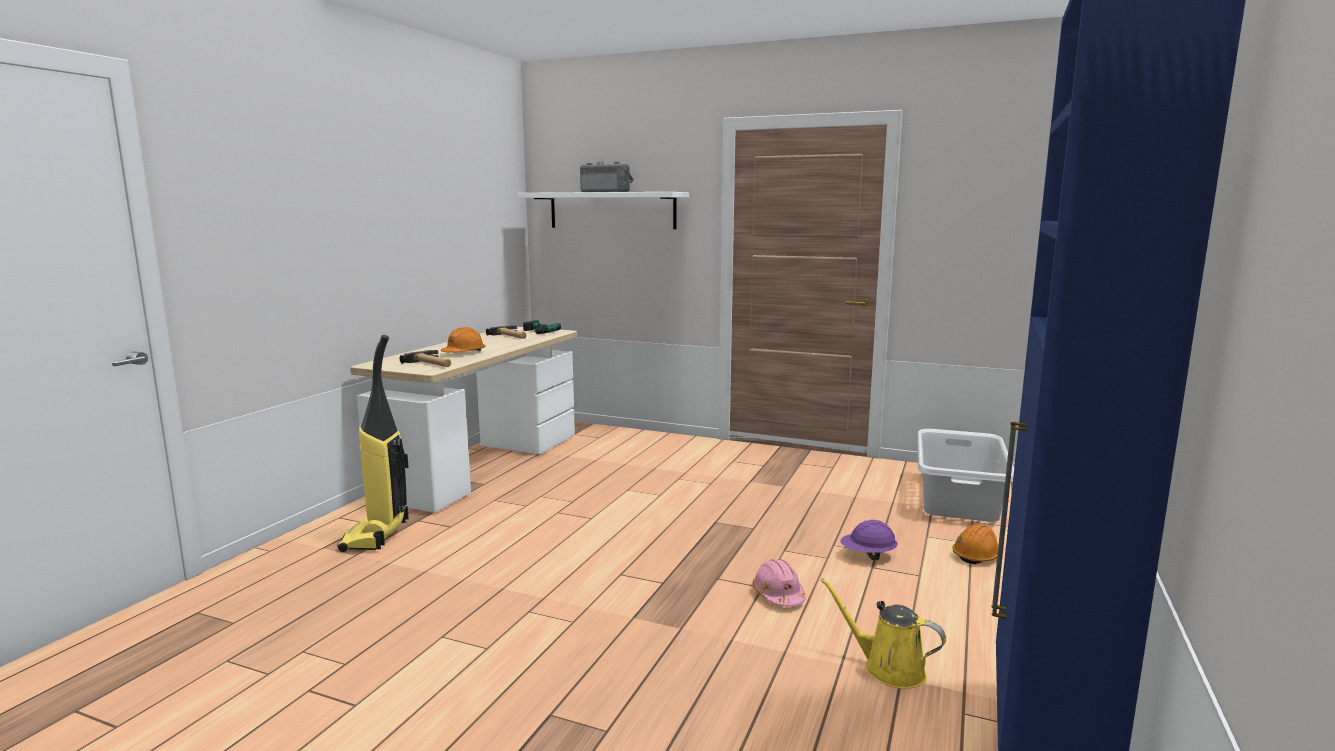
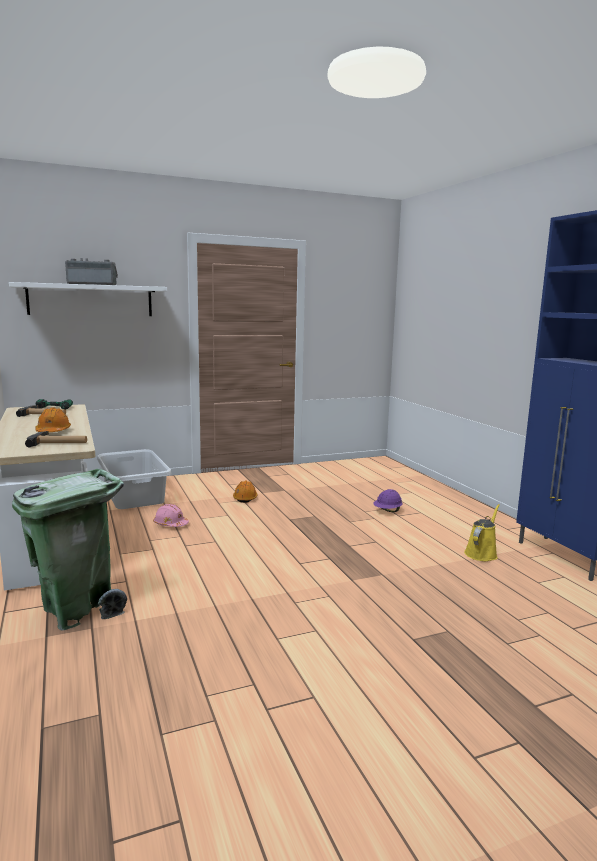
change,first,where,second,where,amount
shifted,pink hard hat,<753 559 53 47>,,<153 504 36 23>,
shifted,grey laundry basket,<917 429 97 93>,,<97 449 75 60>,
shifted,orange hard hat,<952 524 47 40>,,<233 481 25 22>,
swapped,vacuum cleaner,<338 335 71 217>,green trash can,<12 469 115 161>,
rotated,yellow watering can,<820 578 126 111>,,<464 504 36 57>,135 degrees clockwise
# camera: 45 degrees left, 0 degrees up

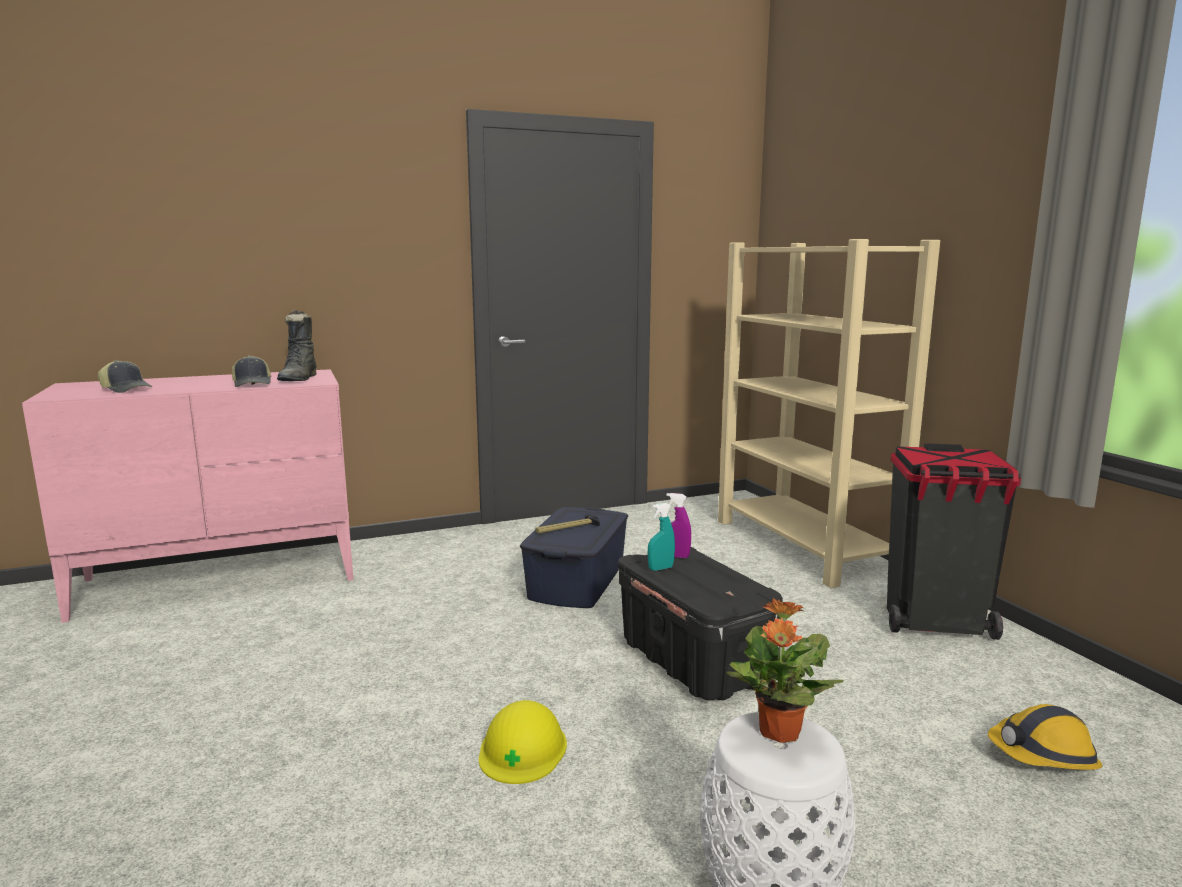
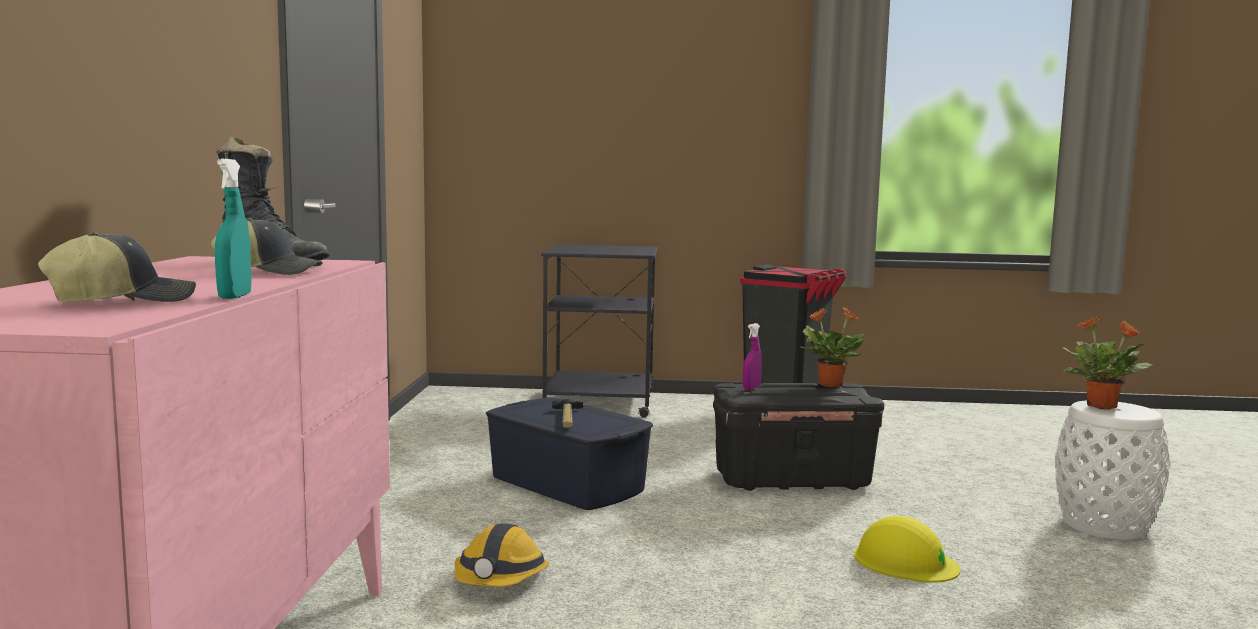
change,first,where,second,where,amount
new,,,potted plant,<801 307 66 80>,
shifted,turquoise spray bottle,<648 503 27 68>,,<215 159 37 140>,
shifted,hard hat,<988 704 115 66>,,<454 523 95 64>,
swapped,beige bookcase,<718 239 222 349>,black cart,<541 244 116 174>,
# camera: 65 degrees left, 5 degrees down

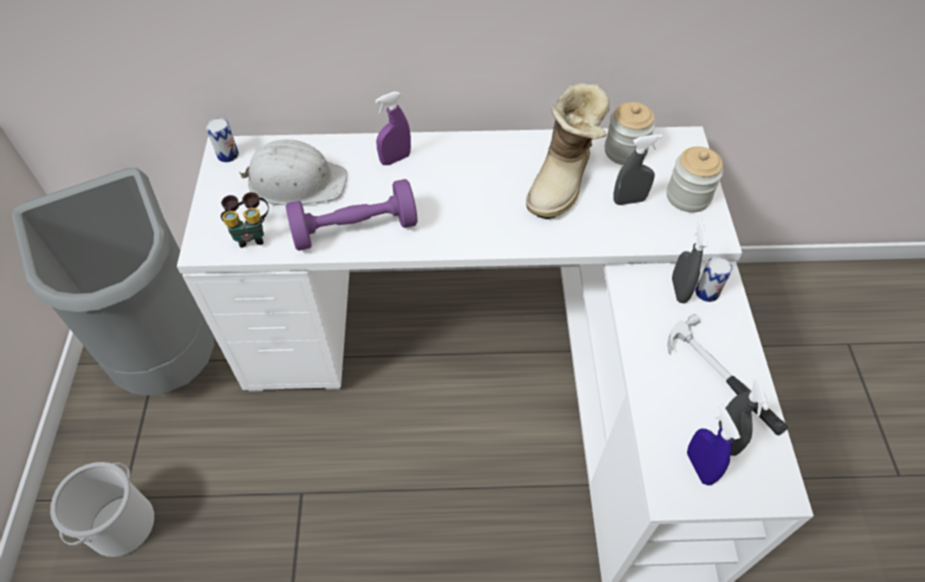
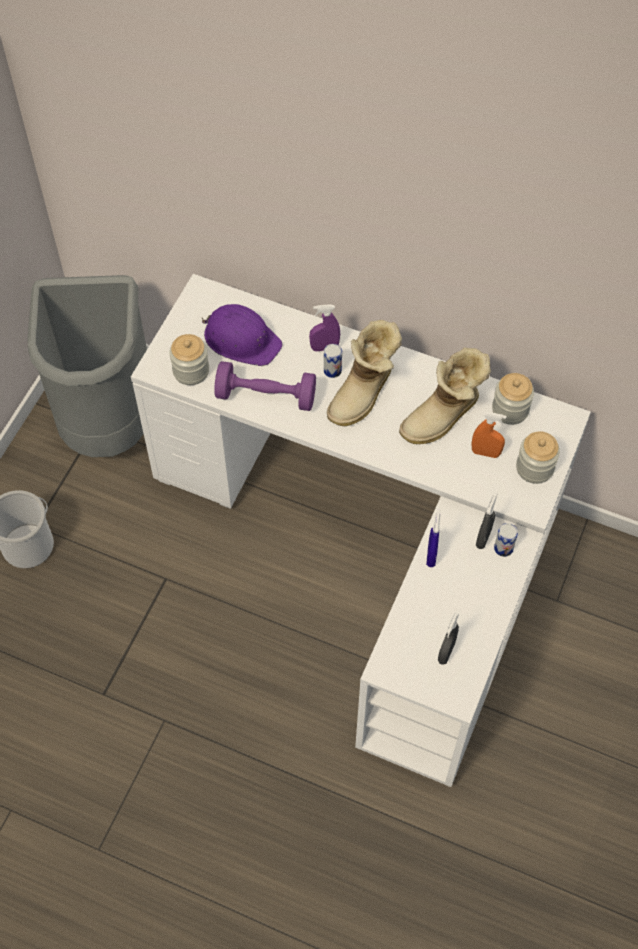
change,first,where,second,where,amount
gone,hammer,<668 314 120 121>,,,
new,,,boot,<327 320 75 106>,
shifted,can,<206 118 33 44>,,<324 344 18 34>,
shifted,blue spray bottle,<687 405 53 80>,,<426 509 14 58>,
swapped,binoculars,<221 192 48 56>,jar,<169 334 40 51>,
repainted,white hard hat,<239 140 109 65>,purple hard hat,<202 304 81 62>,
repainted,grey spray bottle,<613 134 49 71>,orange spray bottle,<471 412 36 46>,
# camera: 25 degrees right, 5 degrees up

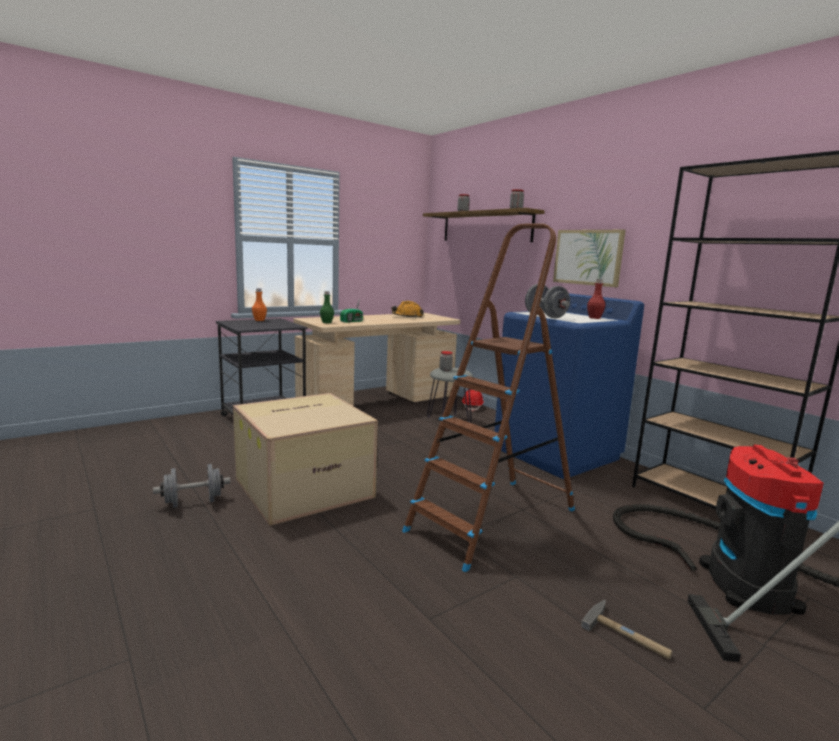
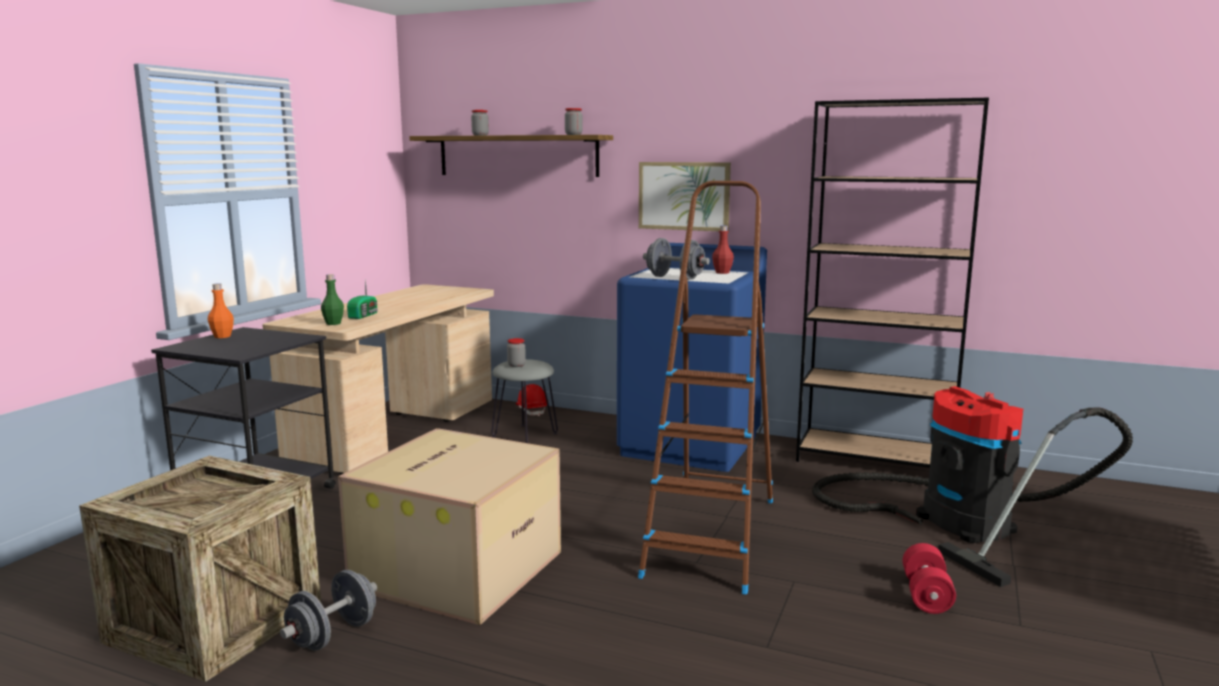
change,first,where,second,where,amount
gone,orange hard hat,<391 301 33 17>,,,
new,,,crate,<79 455 242 227>,
swapped,hammer,<581 600 91 59>,red dumbbell,<903 543 53 71>,
# camera: 30 degrees left, 0 degrees up

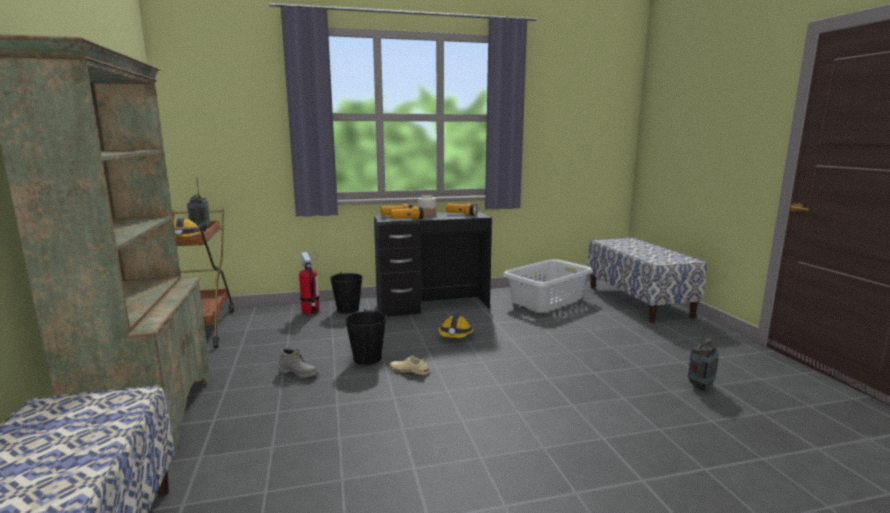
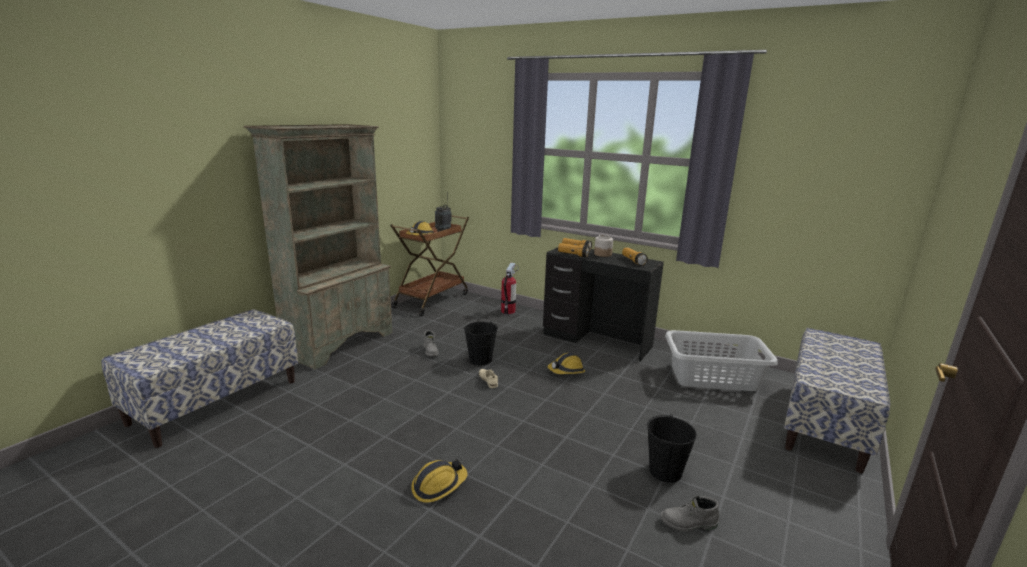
change,first,where,second,where,amount
new,,,hard hat,<411 459 56 44>,
shifted,black bucket,<330 272 33 41>,,<647 414 50 69>,
swapped,radio,<688 327 31 63>,grey boot,<660 496 59 35>,
# camera: 45 degrees right, 5 degrees up

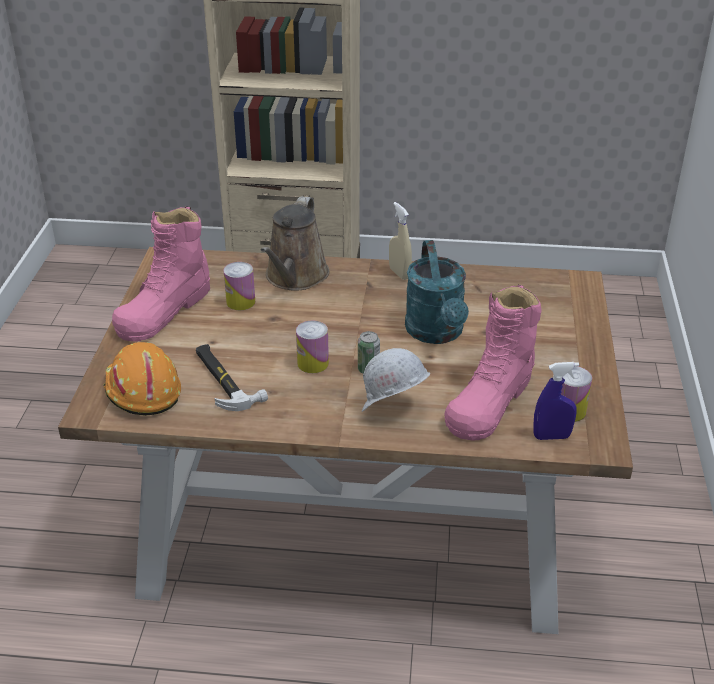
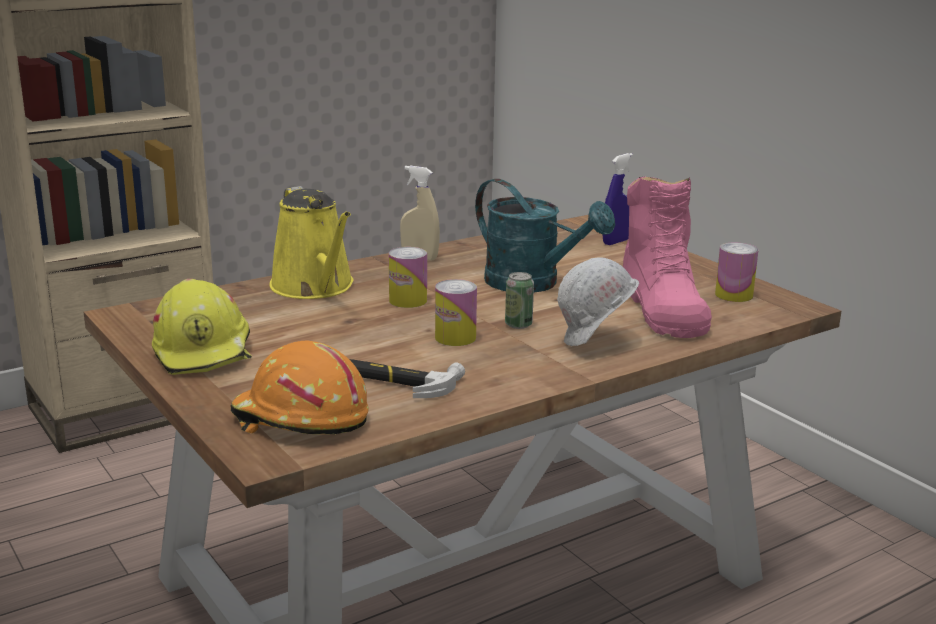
change,first,where,second,where,amount
shifted,can,<223 262 32 48>,,<389 247 38 61>,
shifted,blue spray bottle,<533 362 46 78>,,<602 153 31 92>,
swapped,pink boot,<112 206 98 136>,yellow hard hat,<152 279 100 96>,
repainted,brown watering can,<261 196 68 95>,yellow watering can,<270 186 83 113>,
# camera: 40 degrees left, 15 degrees down

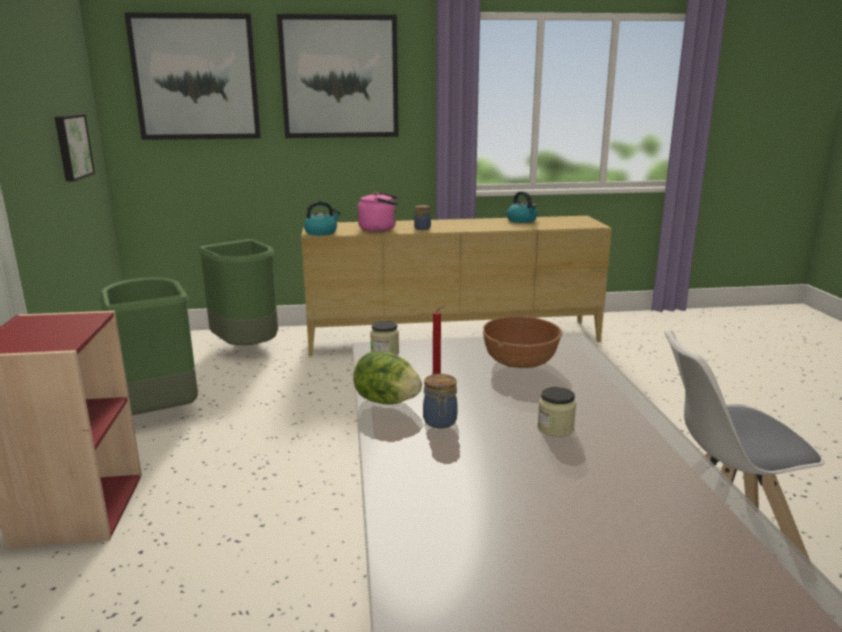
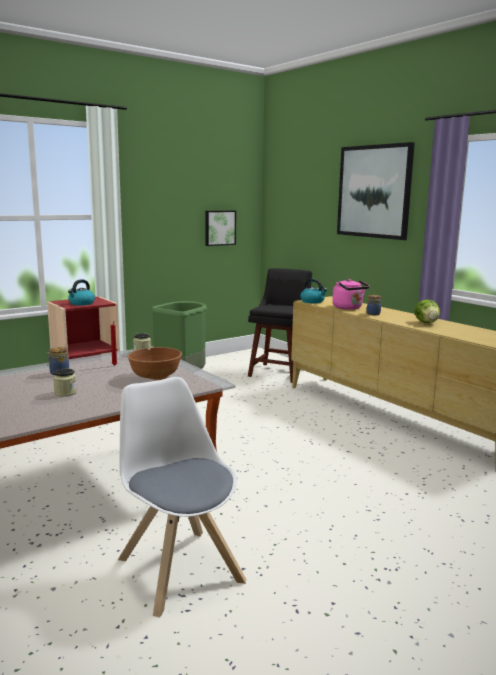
change,first,where,second,where,amount
gone,picture,<124 12 137 128>,,,
shifted,lettuce,<353 352 69 53>,,<414 299 26 24>,
shifted,kettle,<507 191 30 32>,,<68 279 27 26>,
swapped,green trash can,<198 239 80 106>,black stool,<248 268 64 115>,
# camera: 60 degrees right, 5 degrees down

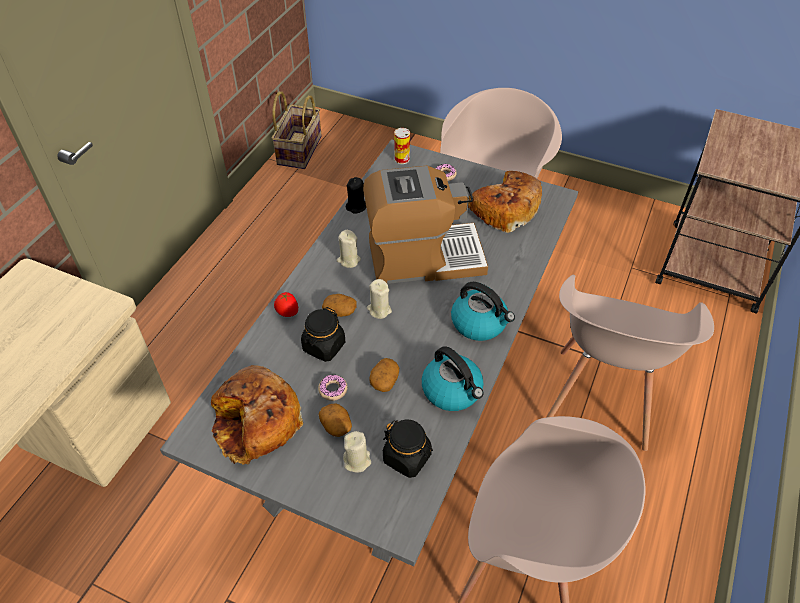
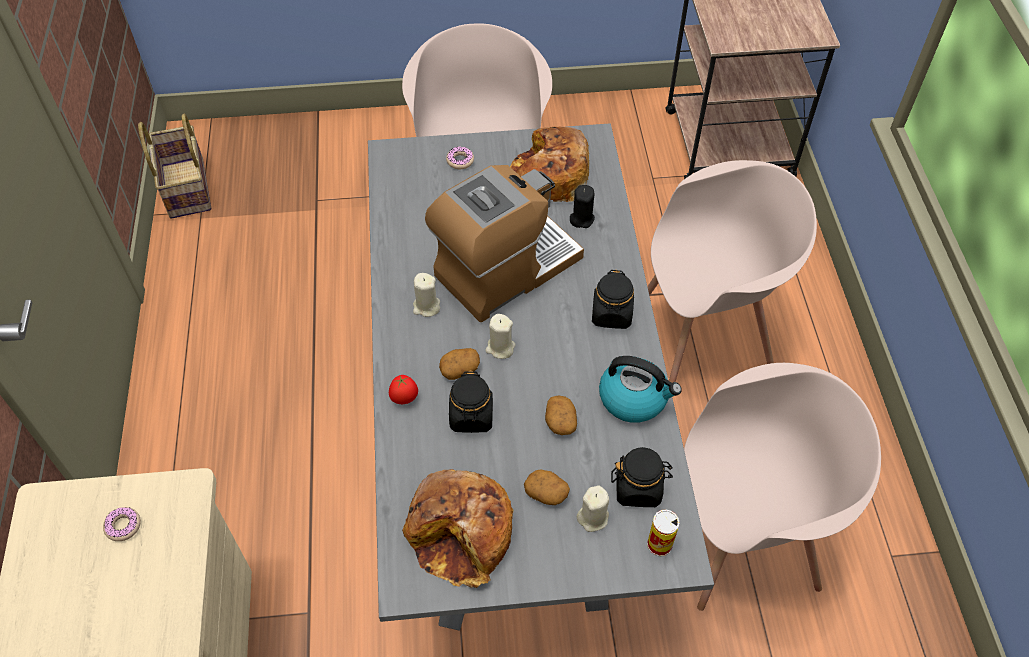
change,first,where,second,where,amount
shifted,donut,<318 375 30 26>,,<103 507 38 34>,
shifted,black candle,<346 177 20 37>,,<570 185 25 43>,
shifted,can,<395 128 15 36>,,<647 509 33 48>,
swapped,kettle,<451 282 64 59>,black jar,<592 270 42 59>,
rotated,beige chair,<546 275 168 176>,,<647 160 170 223>,90 degrees counterclockwise
# camera: 30 degrees left, 5 degrees up

